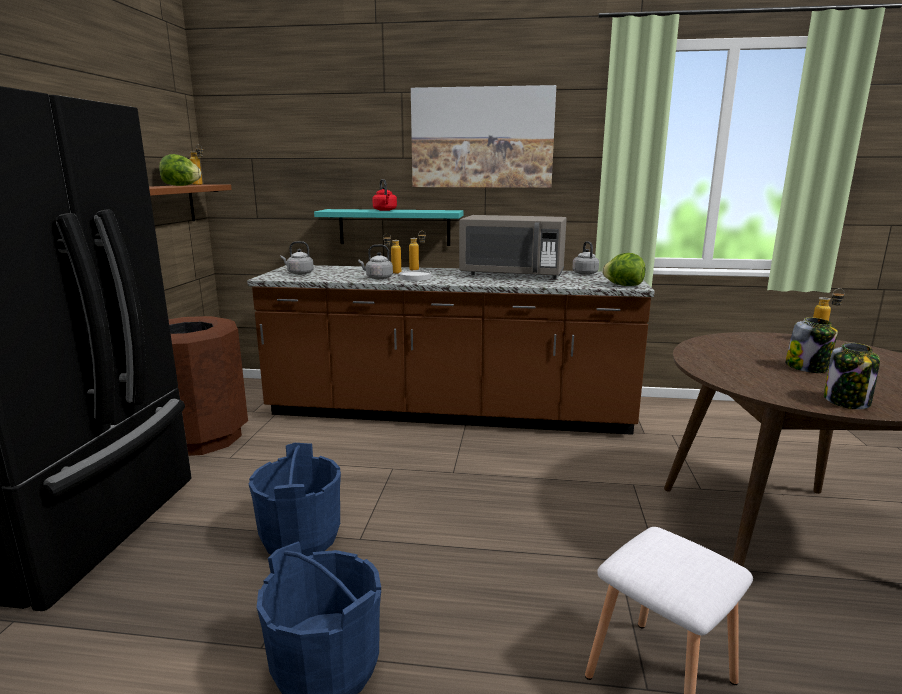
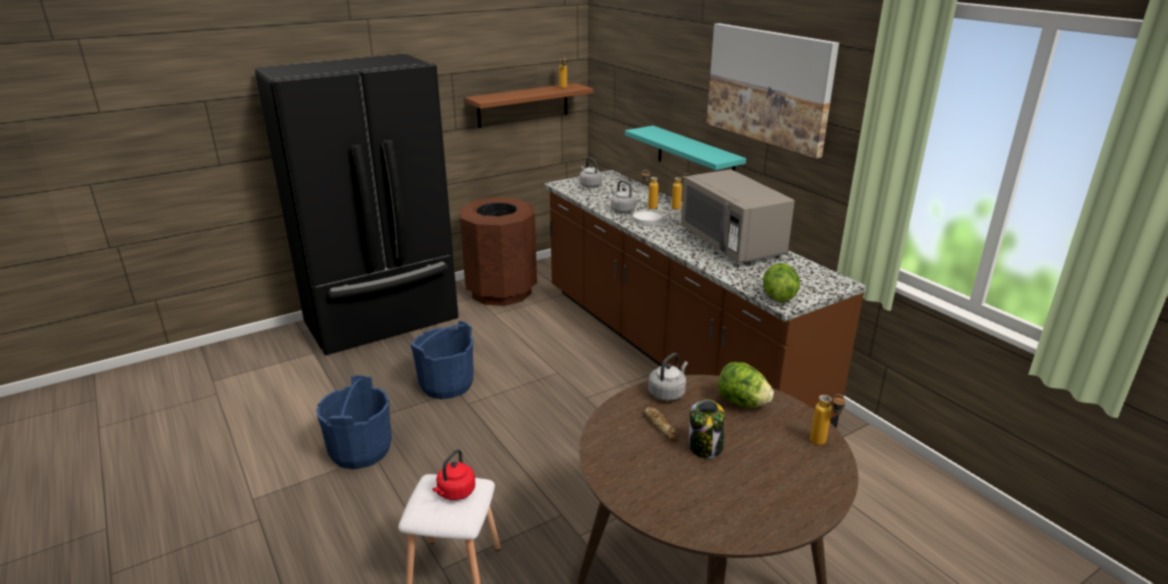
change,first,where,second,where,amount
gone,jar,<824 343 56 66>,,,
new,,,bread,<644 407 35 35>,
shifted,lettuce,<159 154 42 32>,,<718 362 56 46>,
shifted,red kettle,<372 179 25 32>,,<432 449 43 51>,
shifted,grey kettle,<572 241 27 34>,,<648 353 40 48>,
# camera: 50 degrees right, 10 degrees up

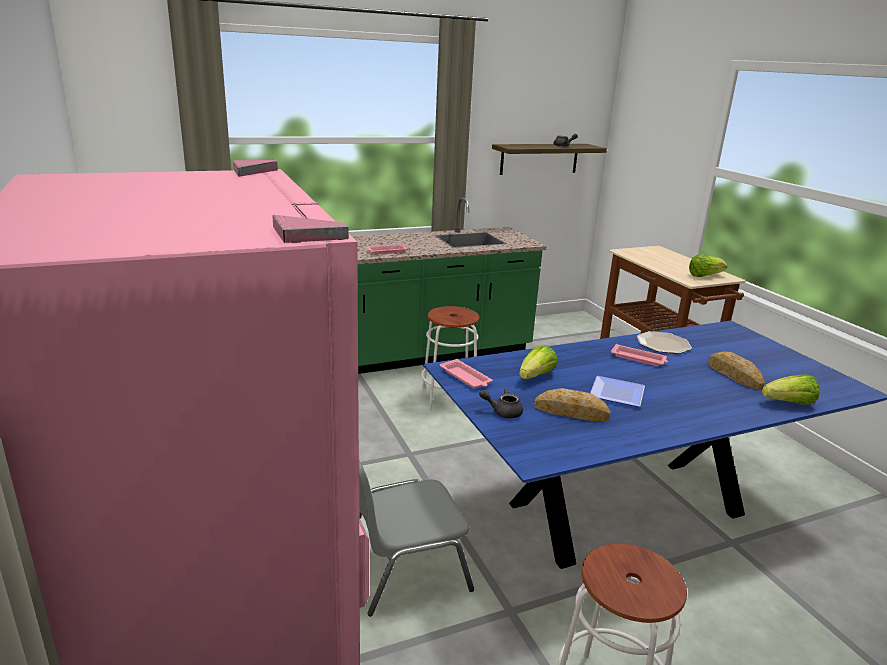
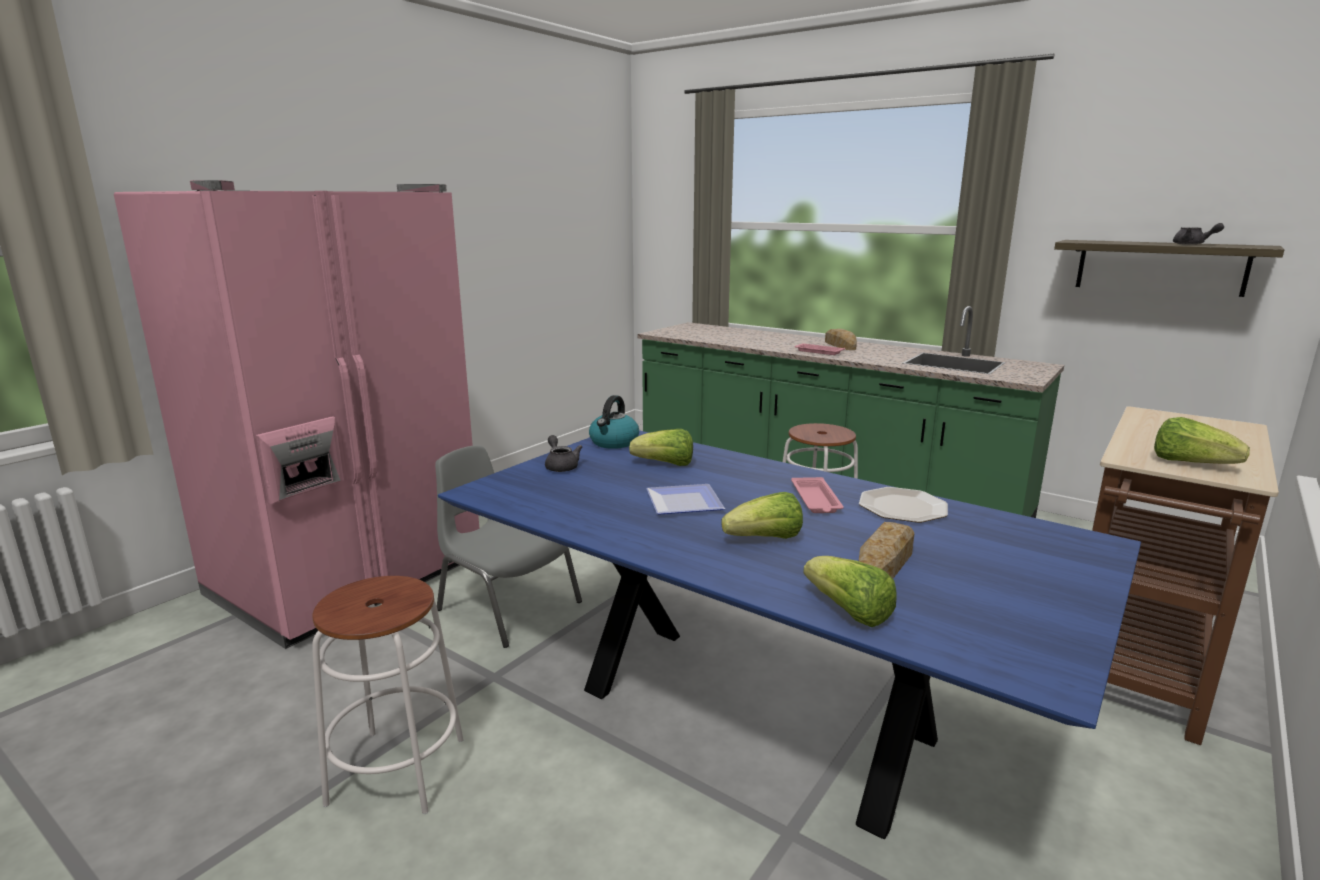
change,first,where,second,where,amount
new,,,lettuce,<721 492 82 47>,
shifted,bread,<534 388 76 34>,,<825 329 32 21>,
swapped,pink tray,<440 359 53 30>,kettle,<589 395 50 54>,
# camera: 60 degrees right, 5 degrees down

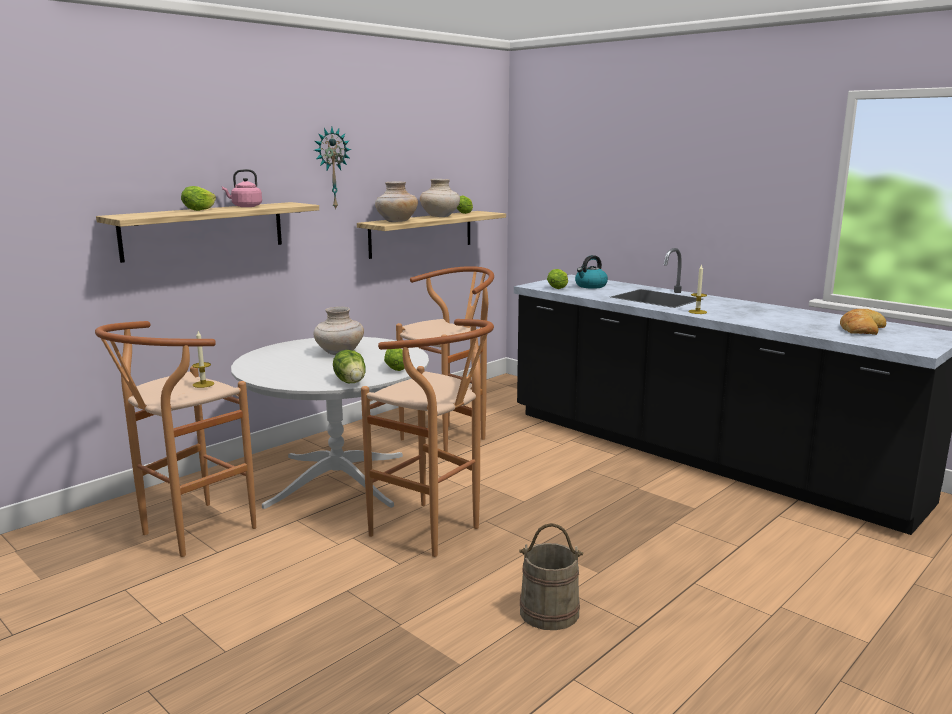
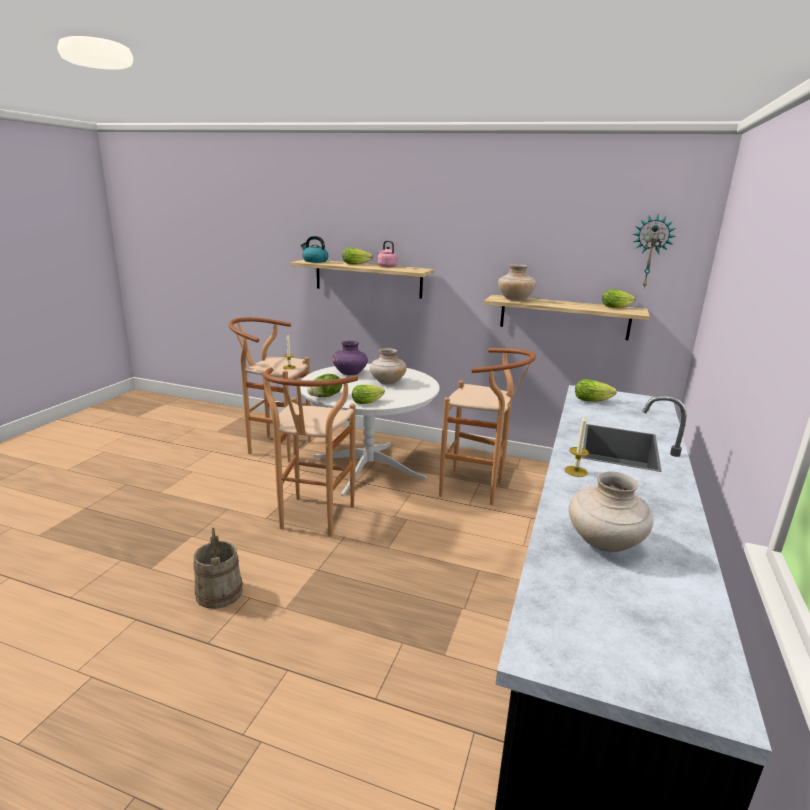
change,first,where,second,where,amount
gone,bread,<840 308 46 27>,,,
new,,,purple vase,<332 341 36 34>,
shifted,wall clock,<314 127 37 83>,,<633 214 43 74>,
shifted,beige vase,<420 179 40 38>,,<569 472 85 80>,
shifted,kettle,<575 255 33 34>,,<301 236 28 27>,
# camera: 65 degrees right, 5 degrees up

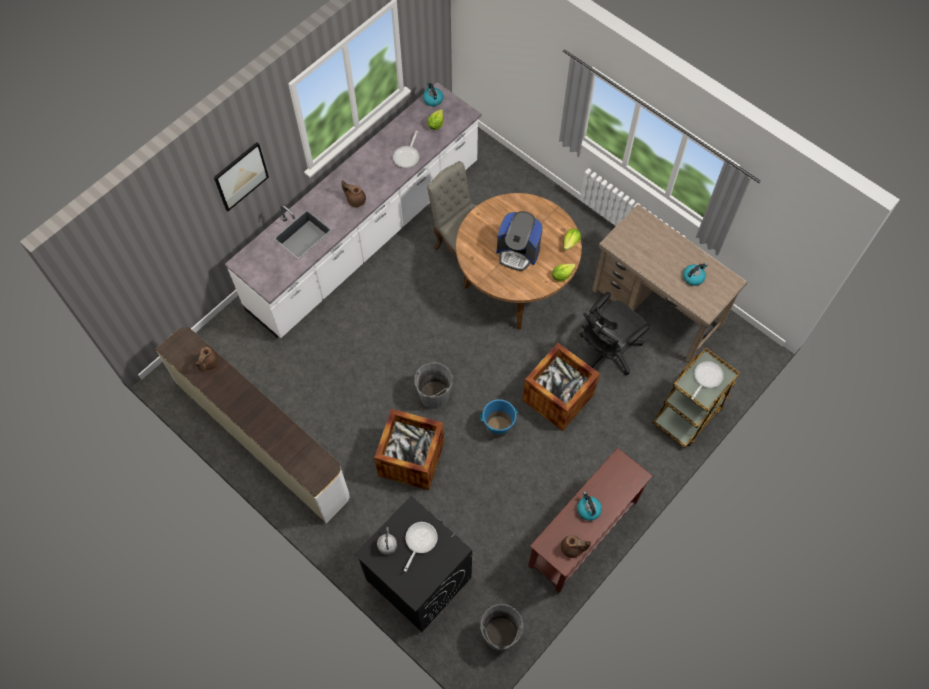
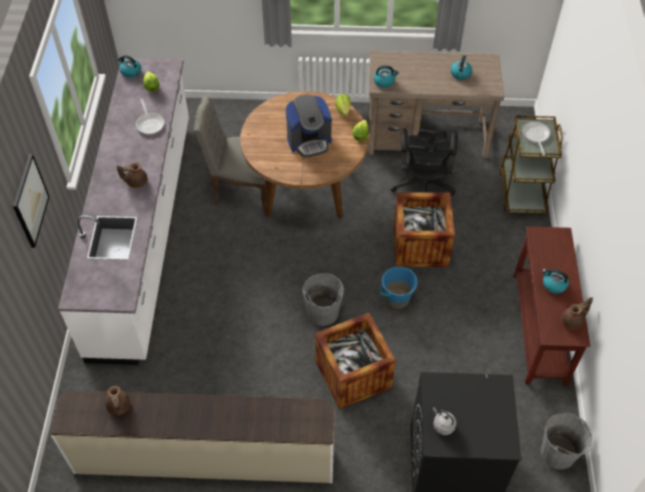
change,first,where,second,where,amount
gone,frying pan,<404 522 34 50>,,,
new,,,kettle,<374 65 25 23>,
# camera: 40 degrees left, 10 degrees down

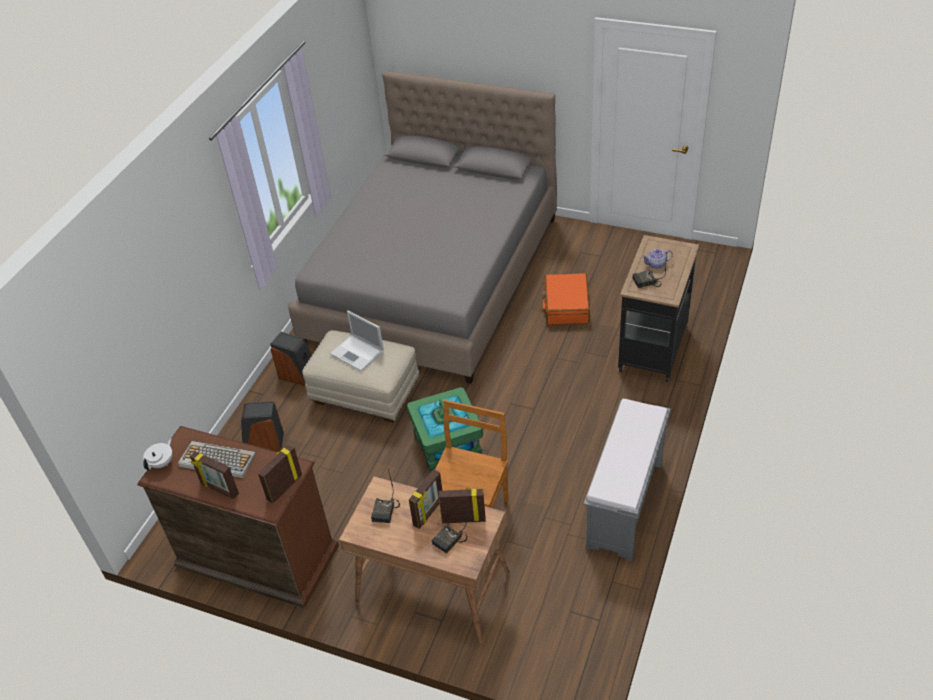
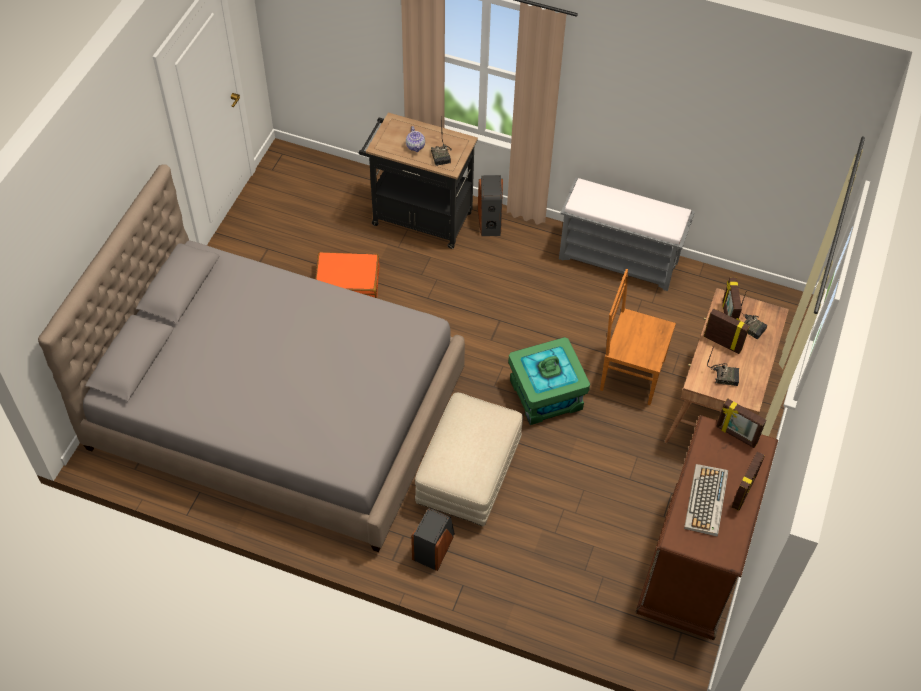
change,first,where,second,where,amount
gone,white teapot,<143 438 29 32>,,,
gone,laptop,<330 311 54 60>,,,
shifted,speaker,<241 401 43 50>,,<478 175 25 61>,
# camera: 95 degrees left, 10 degrees up

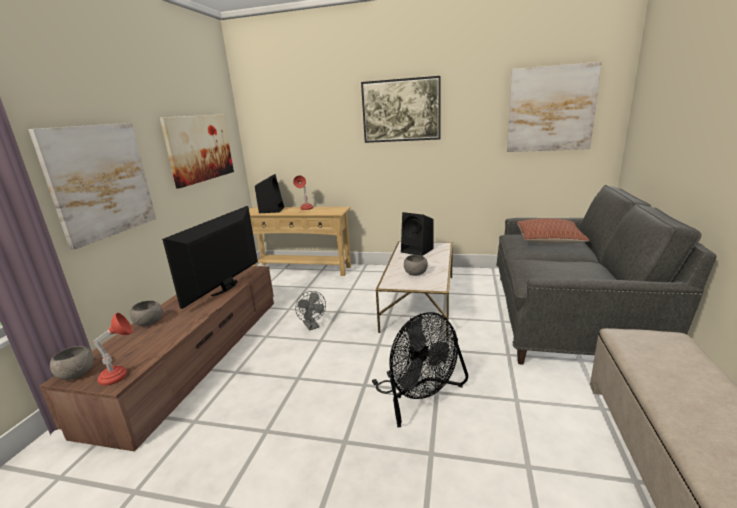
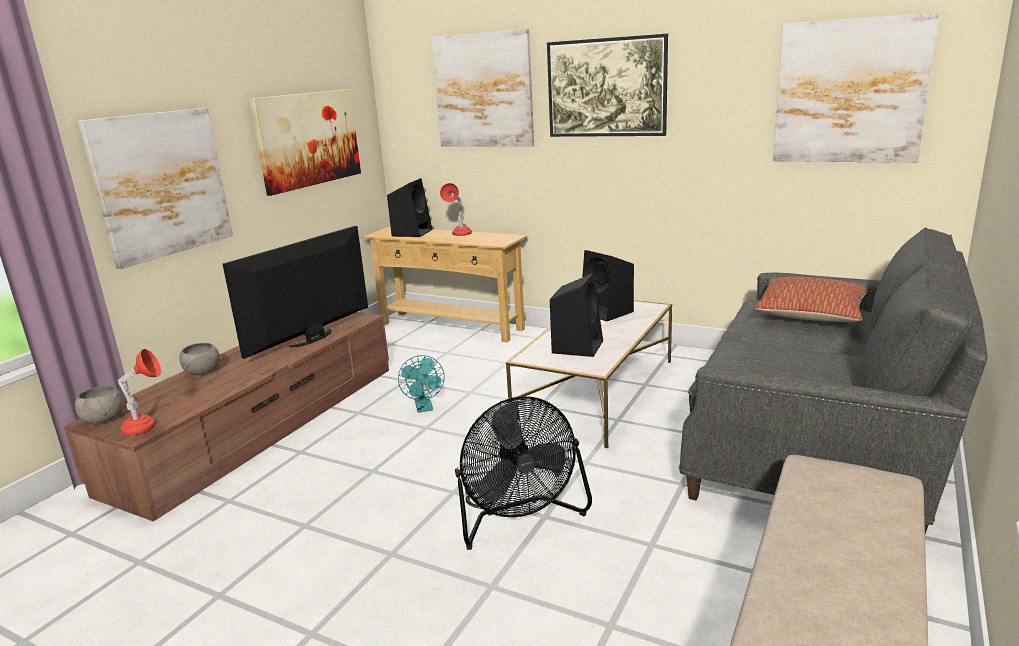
change,first,where,second,where,amount
new,,,picture,<431 29 103 118>,
swapped,grey bowl,<404 255 24 21>,black speaker,<550 273 53 84>,
repainted,grey fan,<295 291 31 40>,turquoise fan,<398 355 47 58>,
# camera: 15 degrees right, 0 degrees up

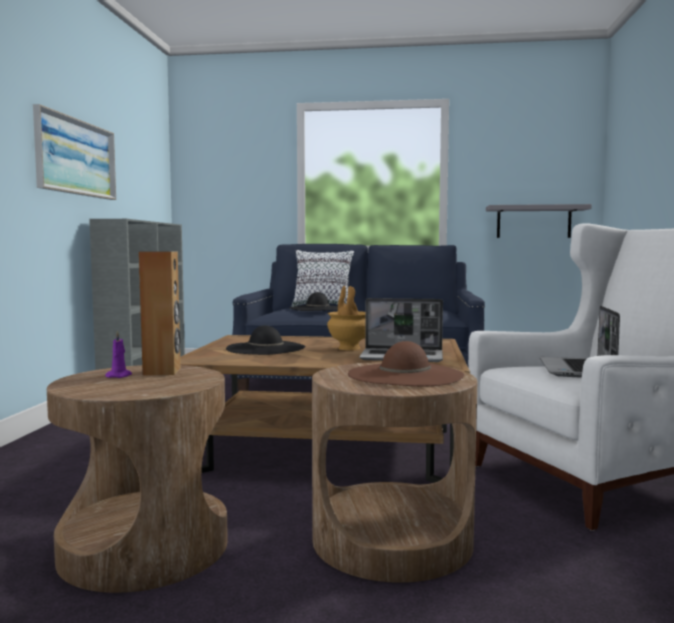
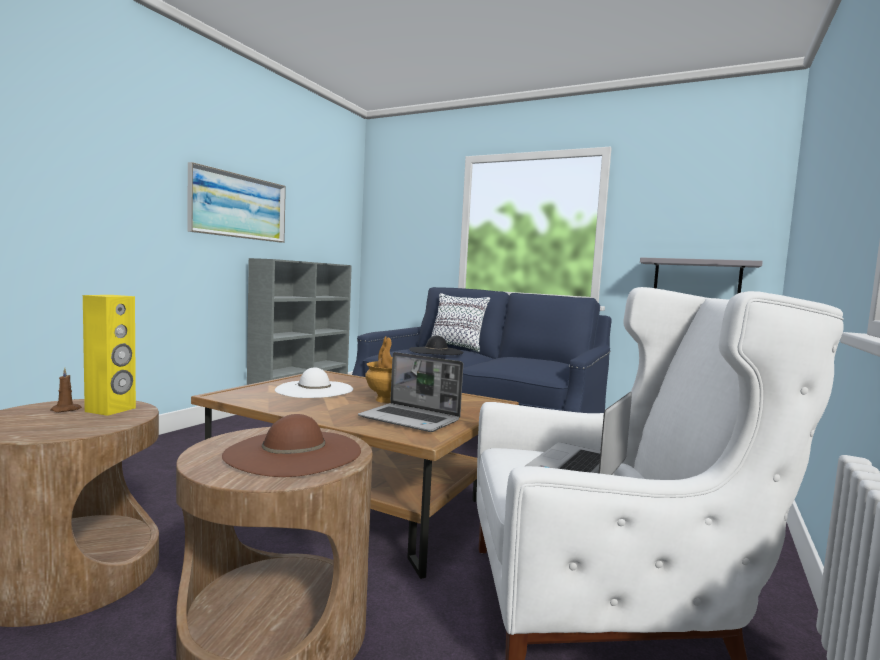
change,first,where,second,where,amount
repainted,purple candle,<105 330 27 48>,brown candle,<50 368 32 44>,
repainted,brown speaker,<139 251 42 124>,yellow speaker,<83 295 53 121>,
repainted,black hat,<226 325 80 30>,white hat,<275 367 78 31>,
# camera: 20 degrees right, 0 degrees up

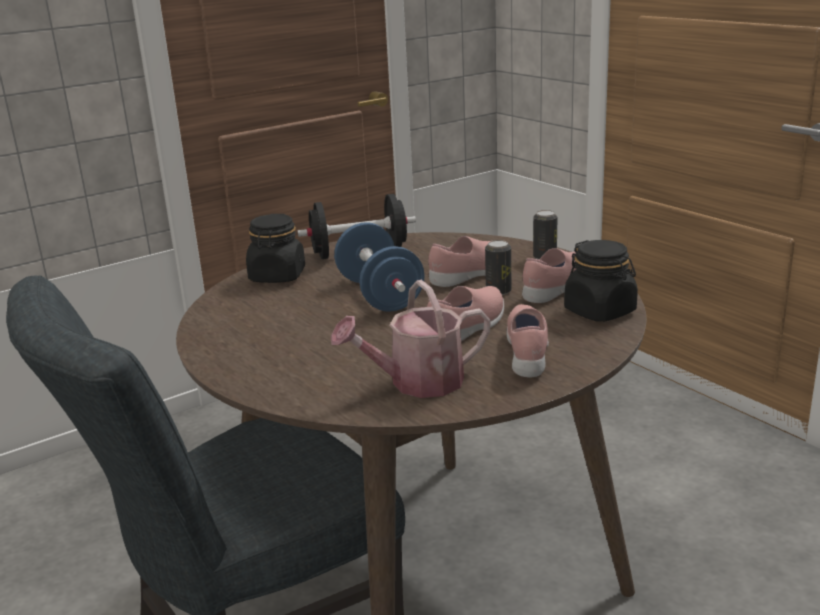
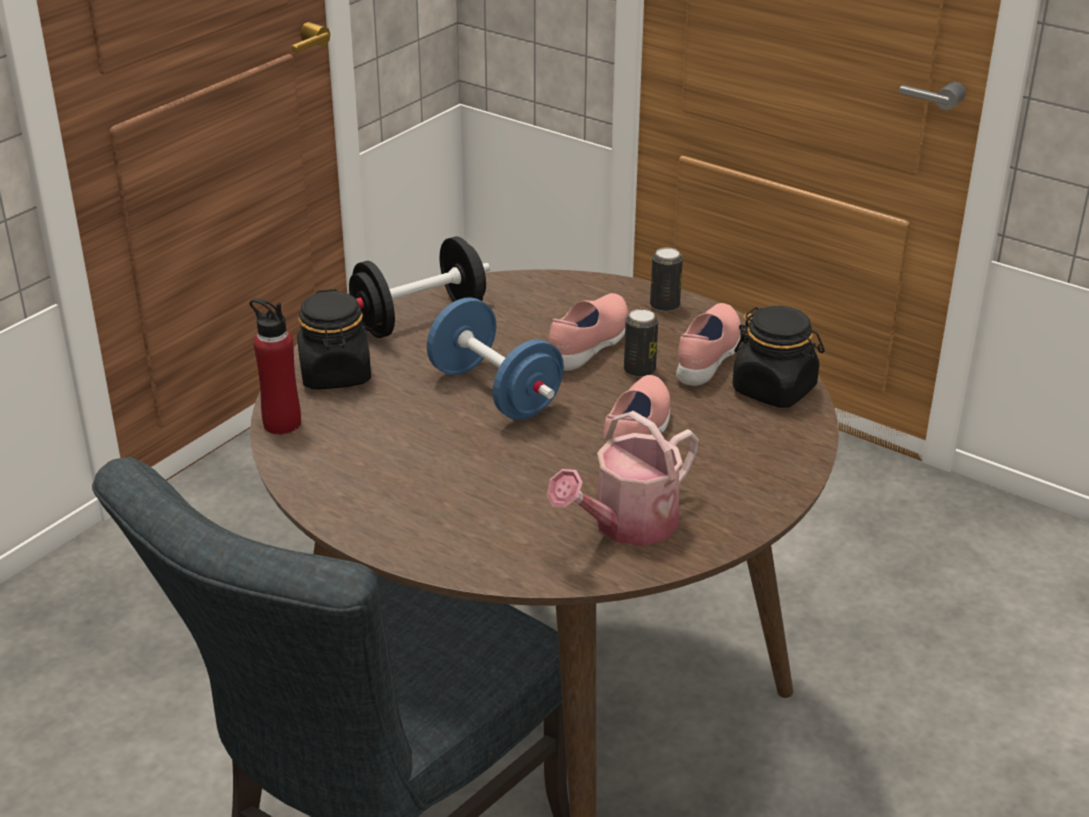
change,first,where,second,where,amount
gone,pink shoe,<507 304 42 73>,,,
new,,,red bottle,<249 298 52 136>,
# camera: 20 degrees left, 10 degrees up

